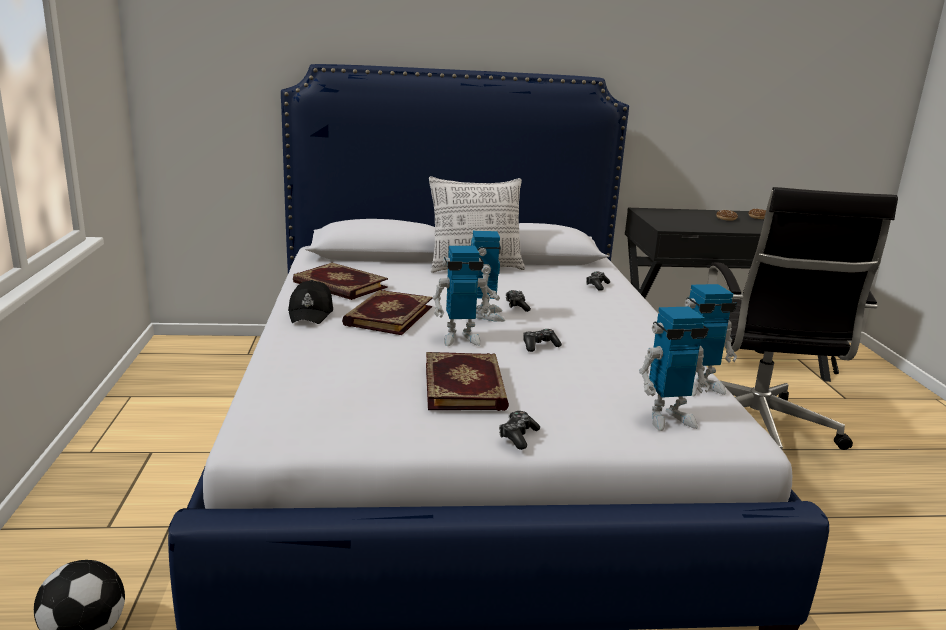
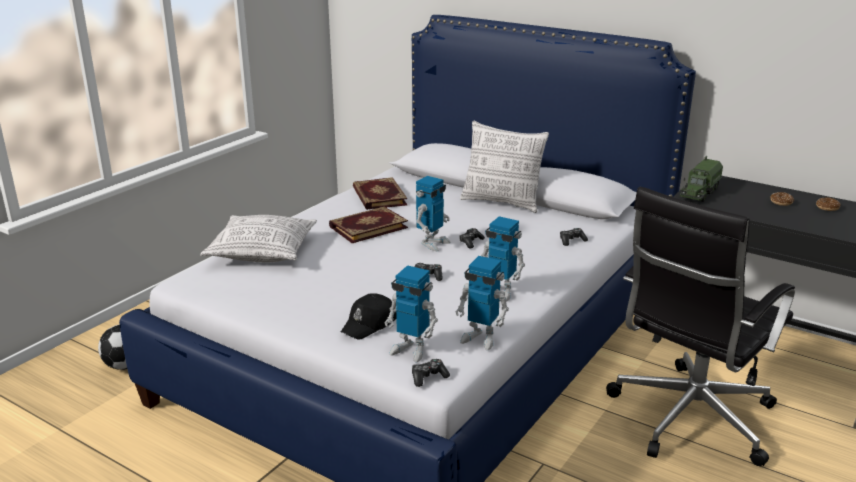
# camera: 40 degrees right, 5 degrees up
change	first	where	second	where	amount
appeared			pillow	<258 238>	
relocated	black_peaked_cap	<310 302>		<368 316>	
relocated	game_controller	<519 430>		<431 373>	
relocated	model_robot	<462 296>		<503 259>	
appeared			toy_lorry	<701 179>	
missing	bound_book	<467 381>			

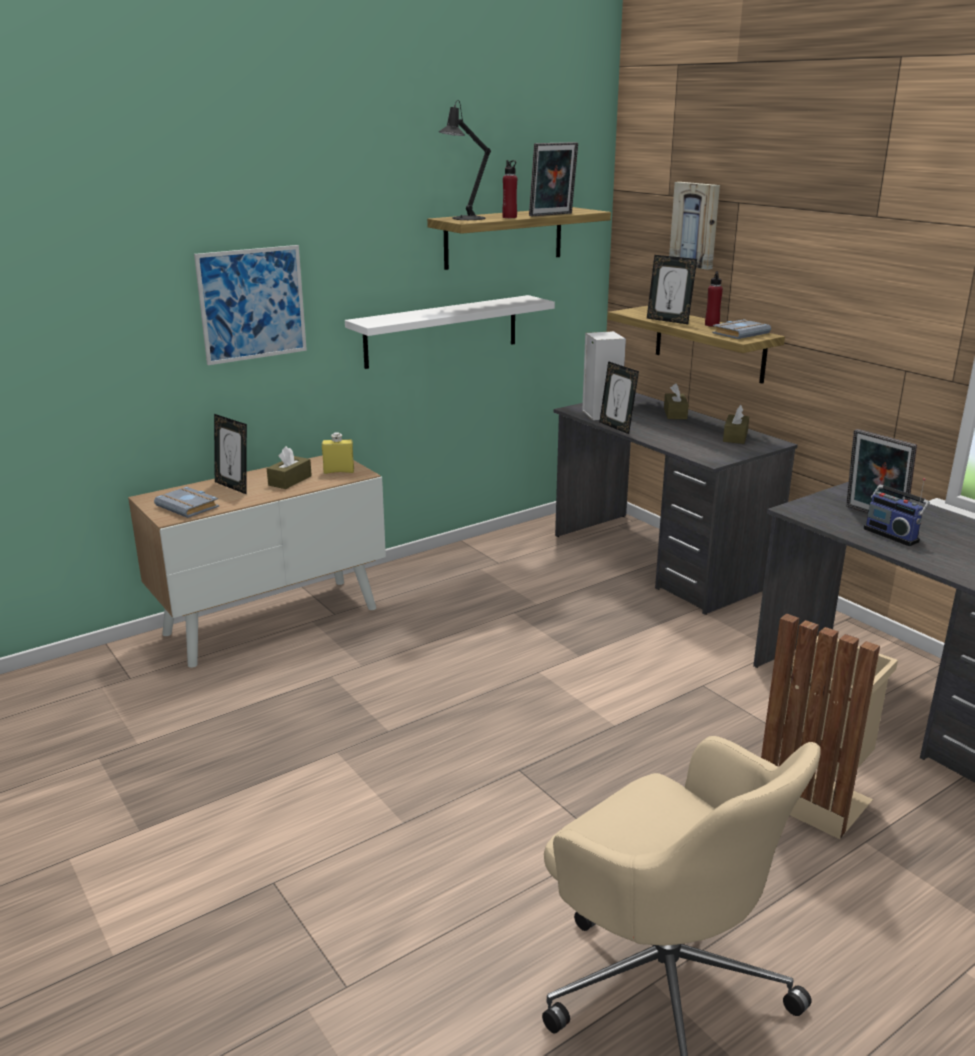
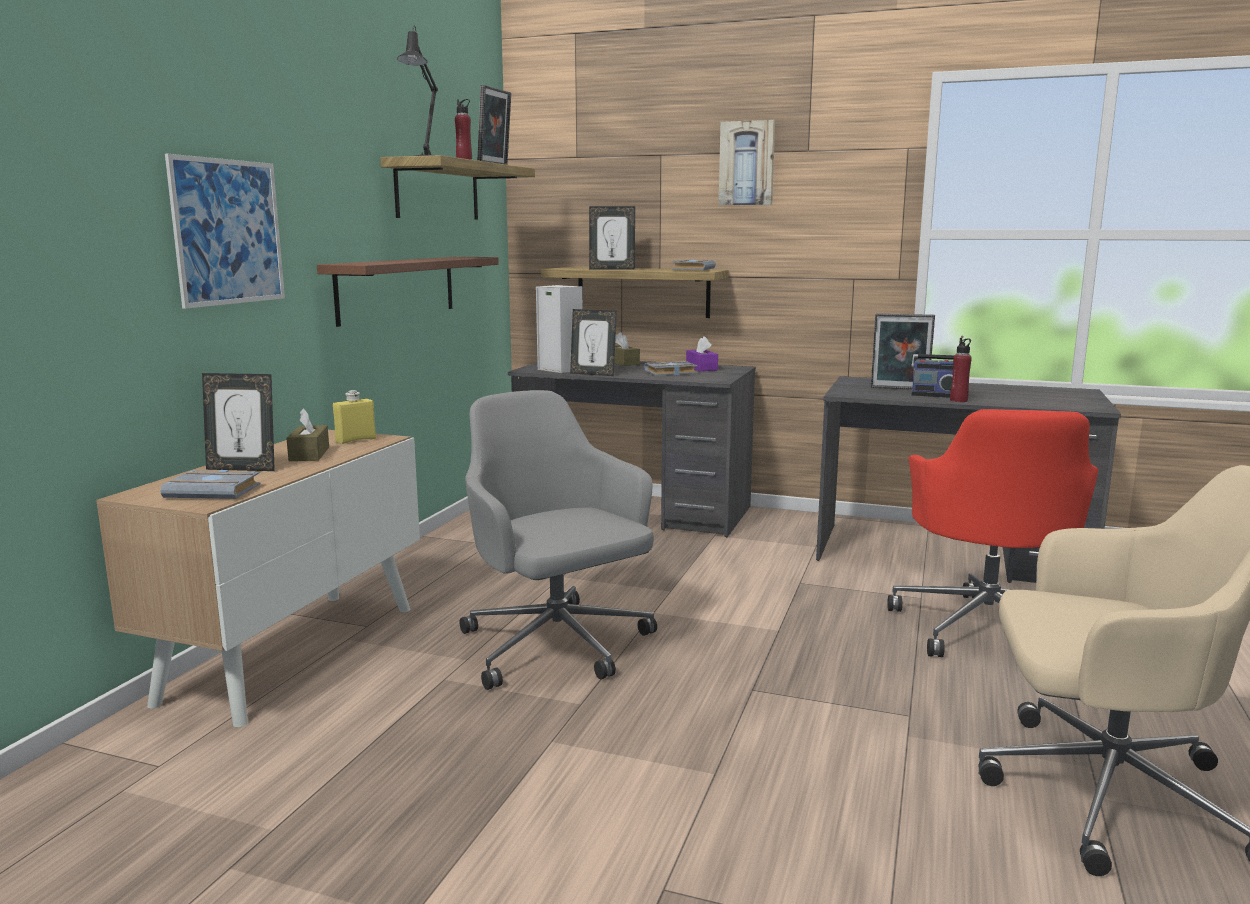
# camera: 35 degrees left, 10 degrees down
change	first	where	second	where	amount
colour	white_shelf	<450 332>	brown-coloured_shelf	<408 292>	
appeared			gray_office_chair	<558 540>	
appeared			gray_bound_book	<671 368>	
colour	brown-coloured_tissue_box	<736 424>	purple_tissue_box	<702 353>	
relocated	picture	<694 226>		<747 162>	
exchanged	beige-coloured_rubbish_bin	<829 726>	reddish_office_chair	<992 533>	
relocated	reddish_drink_bottle	<714 299>		<961 370>	

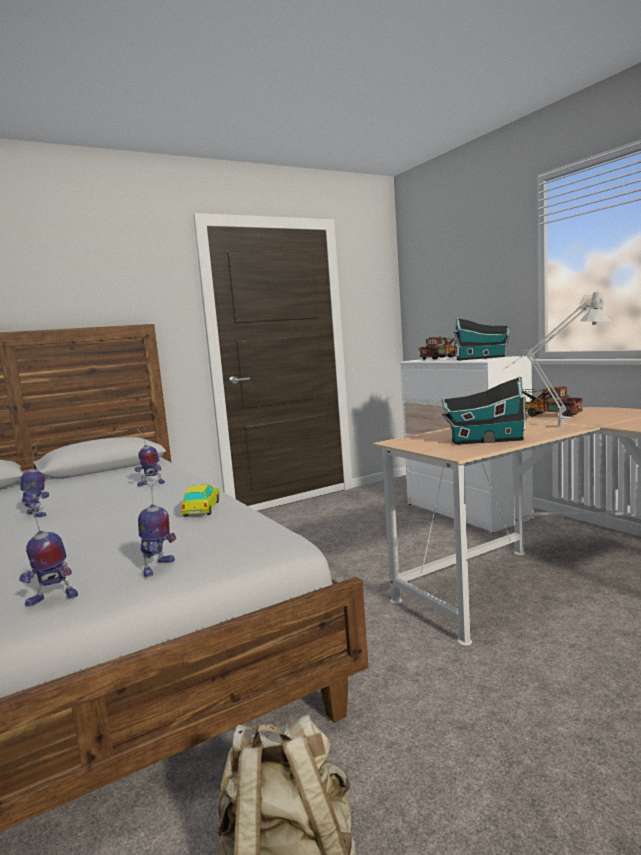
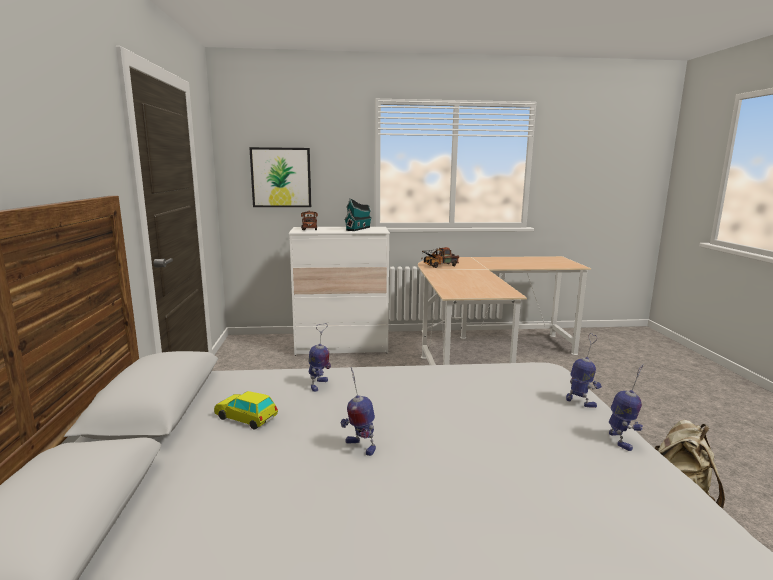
# camera: 65 degrees left, 5 degrees up
change	first	where	second	where	amount
relocated	miniature_car	<200 500>		<246 410>	
appeared			picture	<280 177>	
spun	model_robot	<34 480>		<358 411>	120 degrees counterclockwise
missing	miniature_house	<484 410>			
missing	gray_tabletop_lamp	<556 357>			

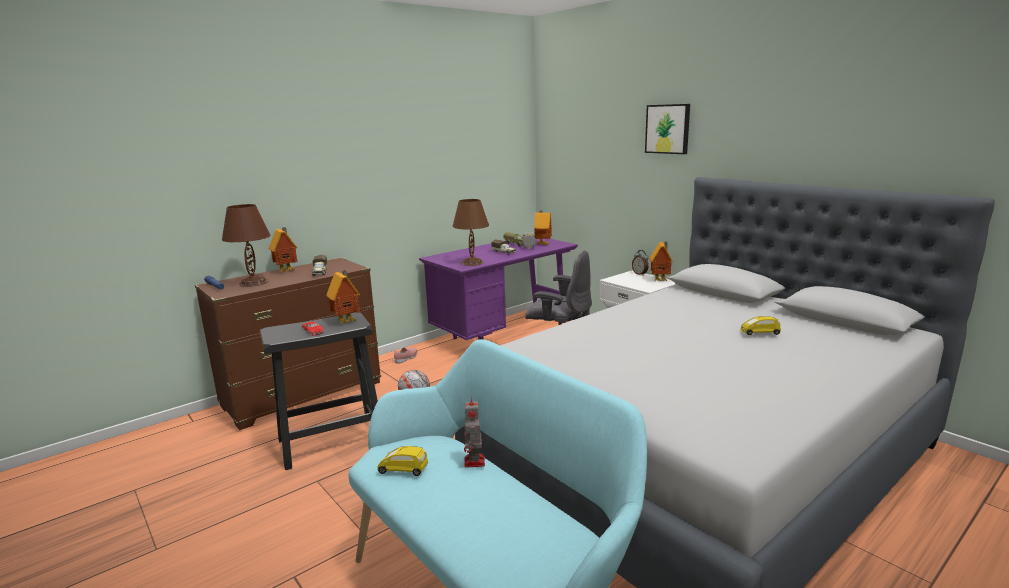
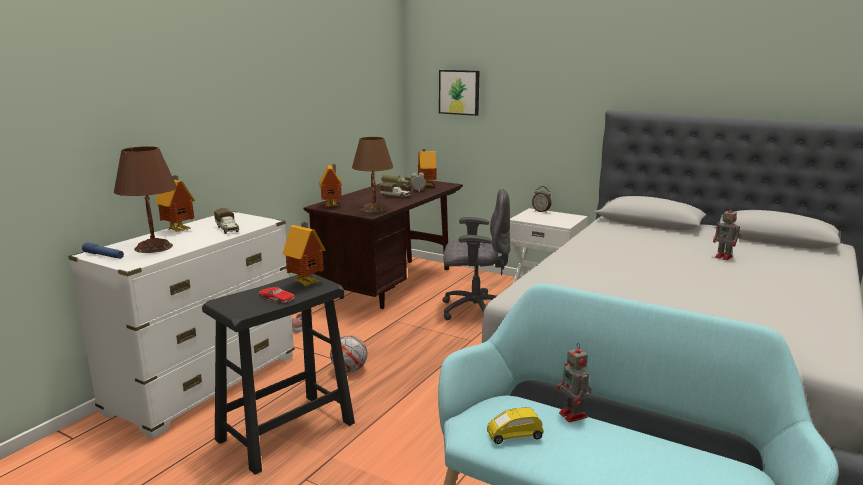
# camera: 20 degrees left, 0 degrees up
change	first	where	second	where	amount
colour	brown-coloured_chest_of_drawers	<288 343>	white_chest_of_drawers	<181 325>	
colour	purple_desk	<498 288>	brown-coloured_desk	<383 243>	
relocated	miniature_house	<661 261>		<330 185>	
relocated	picture	<667 129>		<459 93>	
exchanged	yellow-coloured_miniature_car	<761 325>	model_robot	<727 233>	

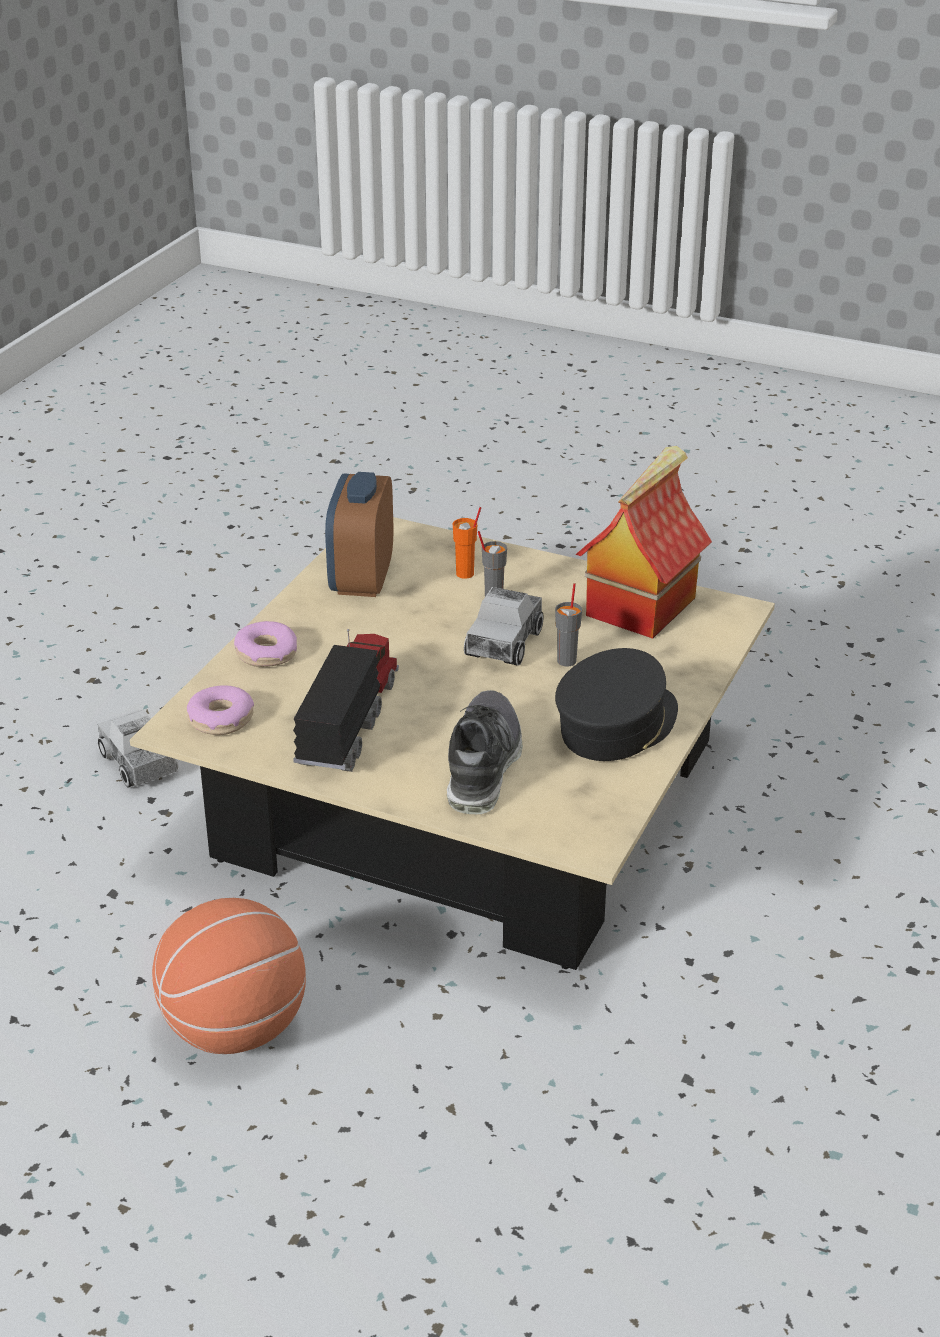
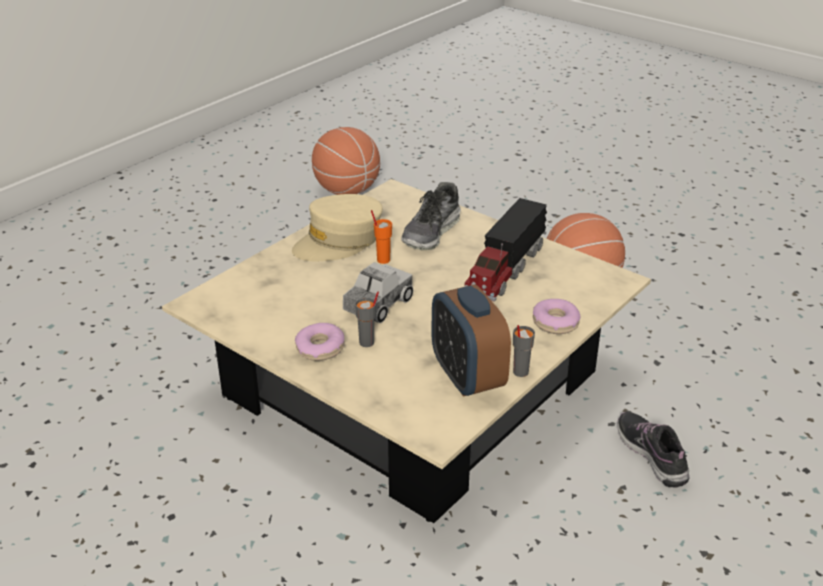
# camera: 165 degrees left, 0 degrees up
change	first	where	second	where	amount
colour	black_peaked_cap	<616 704>	beige-coloured_peaked_cap	<337 227>	
relocated	doughnut	<220 710>		<320 342>	
appeared			basketball	<346 161>	
relocated	orange_cup	<467 543>		<381 237>	
spun	table_clock	<359 534>		<471 341>	135 degrees clockwise
relocated	gray_cup	<568 624>		<524 351>	
exchanged	toy_lorry	<137 749>	shoe	<653 450>	
missing	miniature_house	<643 542>			

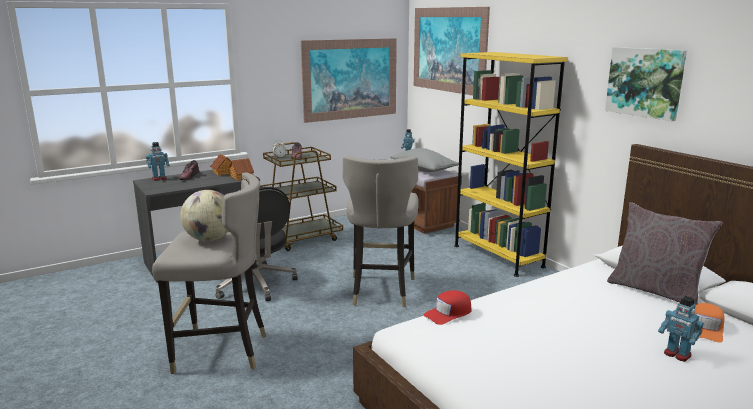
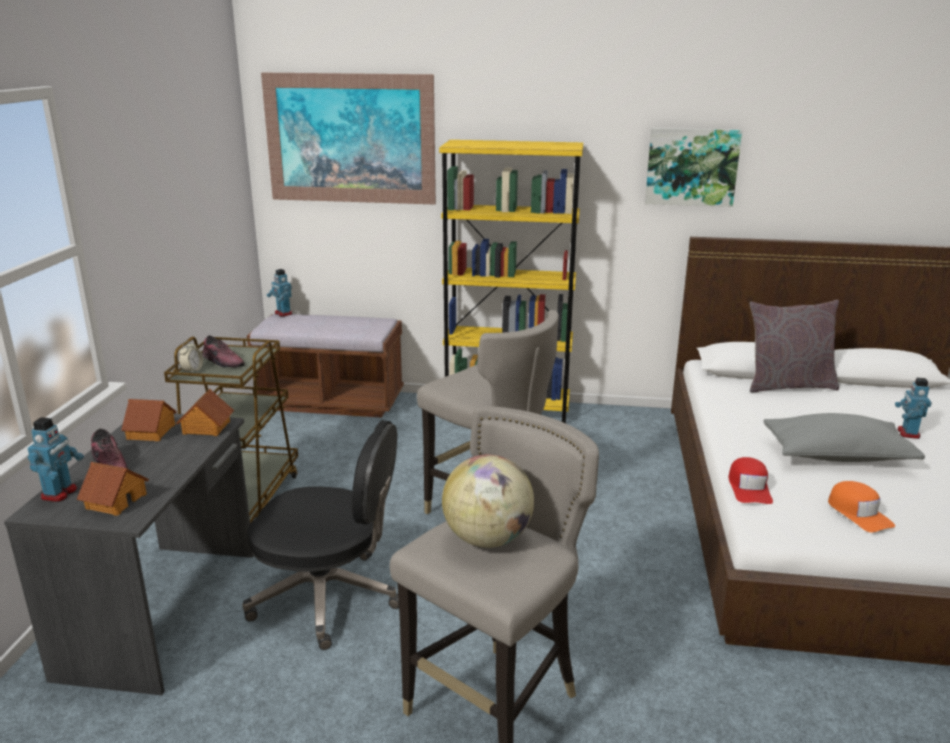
# camera: 50 degrees left, 5 degrees up
change	first	where	second	where	amount
appeared			miniature_house	<113 489>	
relocated	gray_pillow	<424 160>		<844 437>	
relocated	orange_peaked_cap	<710 323>		<861 506>	
spun	model_robot	<681 329>		<913 408>	105 degrees clockwise
missing	picture	<349 80>			

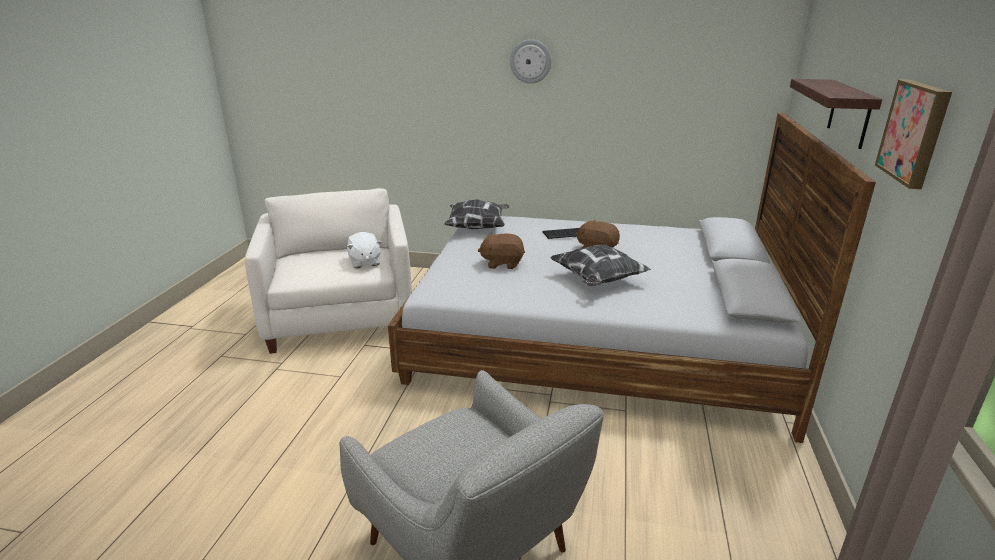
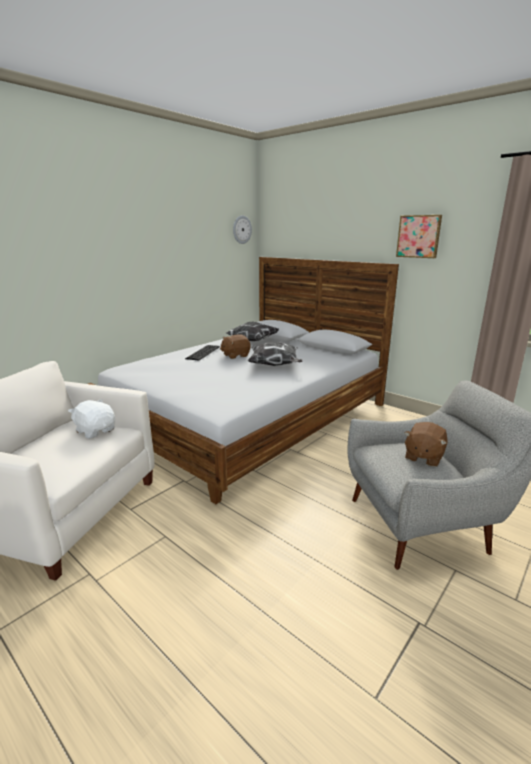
# camera: 60 degrees left, 5 degrees down
change	first	where	second	where	amount
spun	white_cuddly_toy	<364 250>		<91 419>	150 degrees counterclockwise
relocated	pillow	<476 214>		<252 331>	
relocated	clock_on_the_wall	<530 61>		<242 229>	
relocated	brown-coloured_cuddly_toy	<501 251>		<426 444>	
missing	shelf	<836 114>			

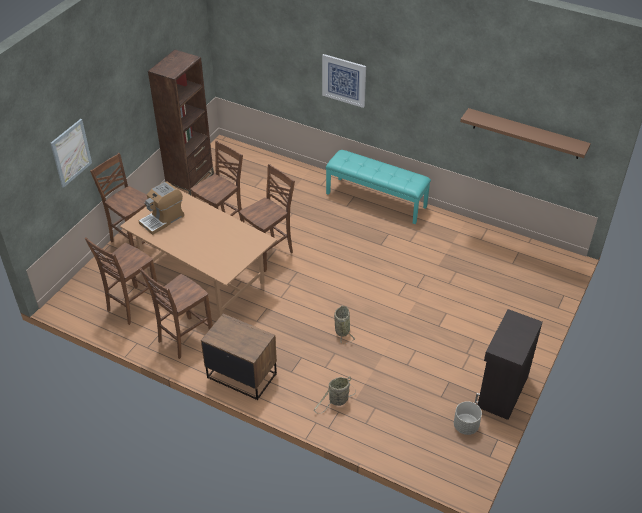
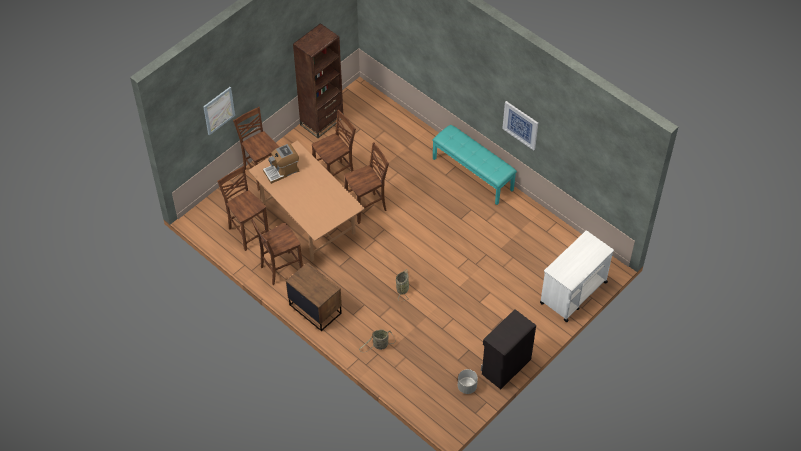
# camera: 15 degrees right, 10 degrees up
change	first	where	second	where	amount
spun	brown-coloured_upright_chair	<122 281>		<243 208>	90 degrees clockwise
relocated	picture	<344 81>		<520 125>	
appeared			white_trolley	<577 276>	
missing	brown-coloured_shelf	<525 133>			

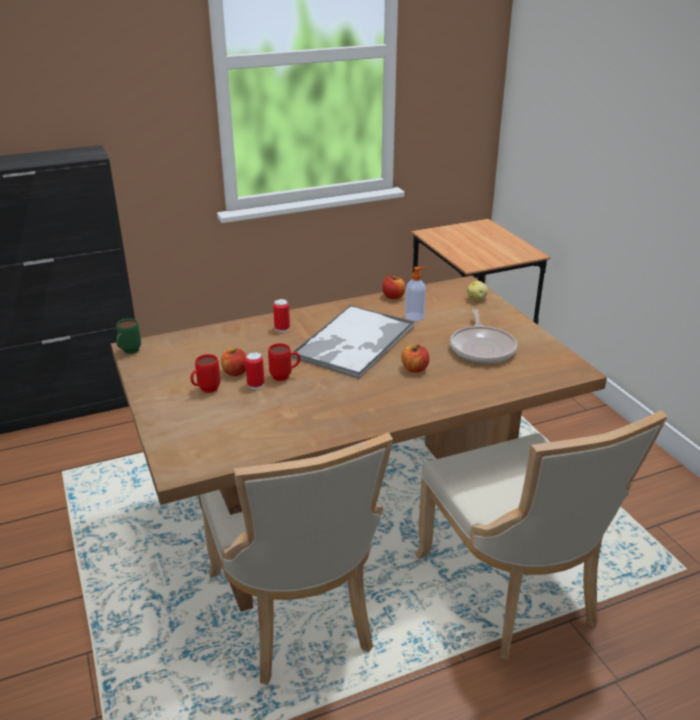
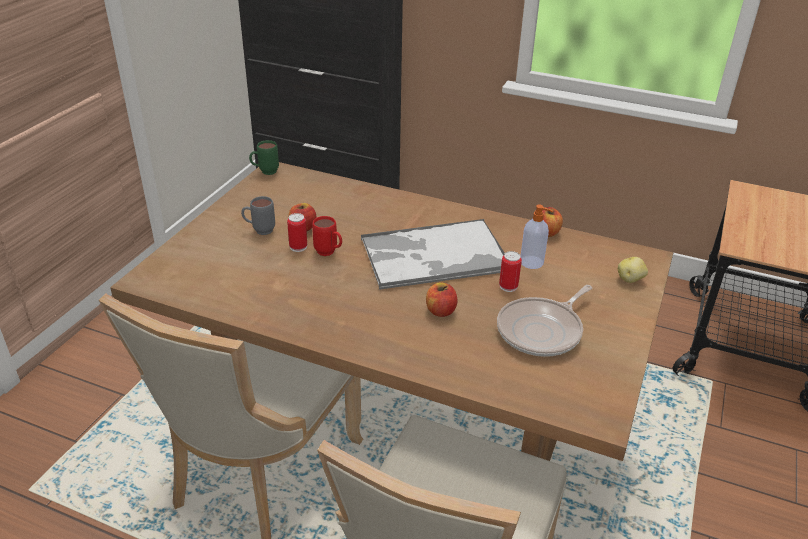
# camera: 45 degrees right, 5 degrees up
change	first	where	second	where	amount
colour	reddish_tea_mug	<205 373>	gray_tea_mug	<258 215>	
relocated	can	<281 315>		<510 271>	

